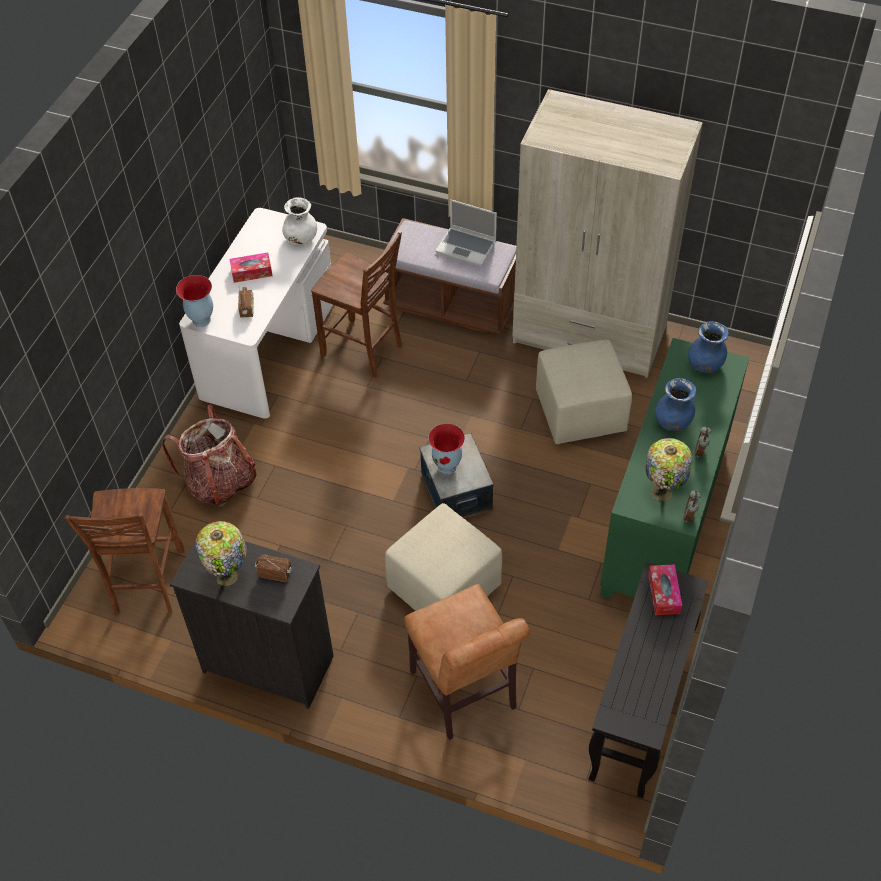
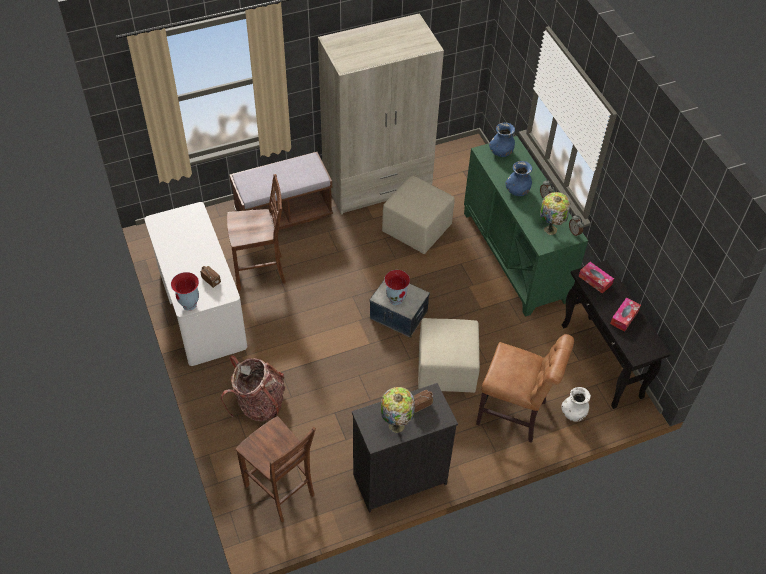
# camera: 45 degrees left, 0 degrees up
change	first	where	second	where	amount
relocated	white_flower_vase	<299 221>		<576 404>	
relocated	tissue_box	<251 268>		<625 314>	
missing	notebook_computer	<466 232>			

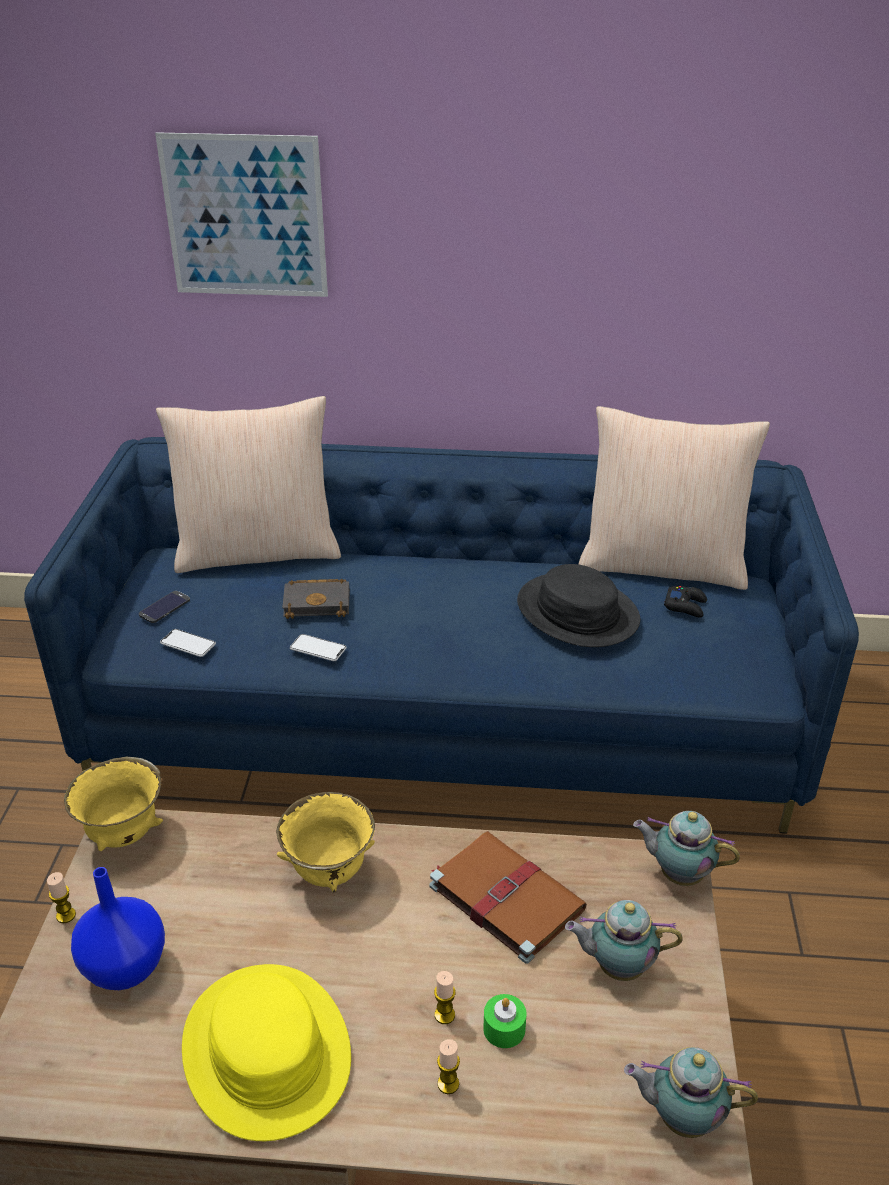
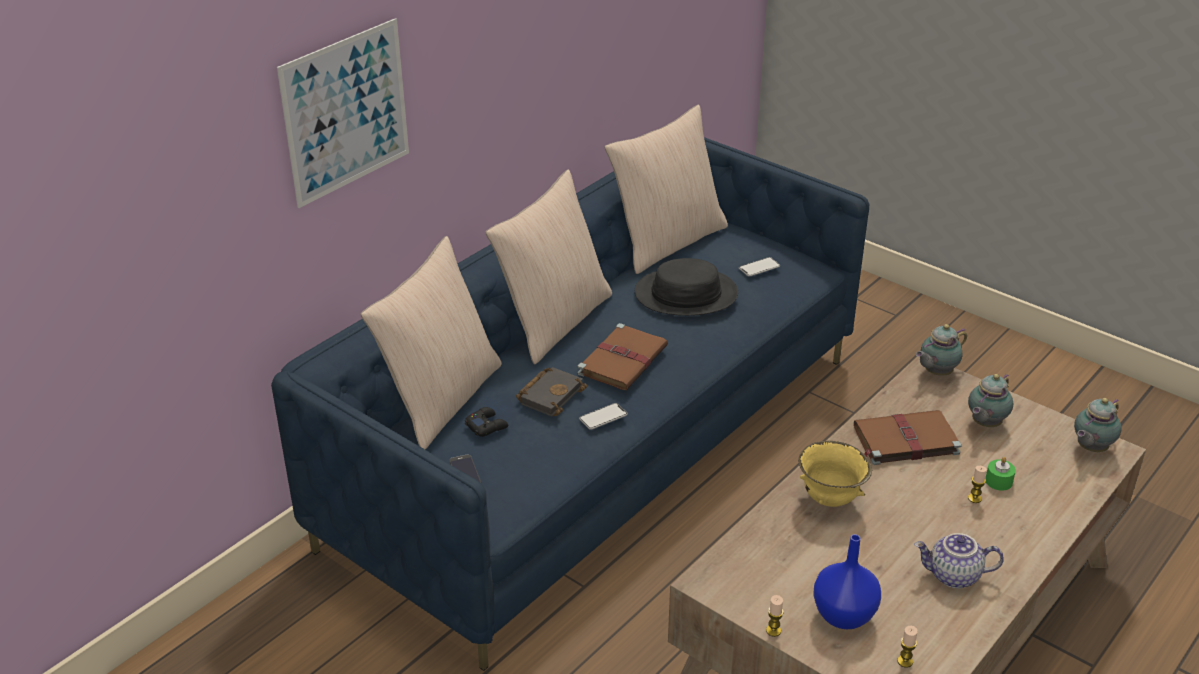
# camera: 55 degrees left, 0 degrees up
change	first	where	second	where	amount
relocated	black_game_controller	<685 602>		<486 422>	
appeared			beige-coloured_pillow	<548 266>	
appeared			brown-coloured_bound_book	<622 356>	
relocated	phone	<188 643>		<759 267>	
relocated	wax_candle	<448 1066>		<907 647>	
exchanged	yellow-coloured_clothing_hat	<266 1052>	teapot	<959 560>	
missing	yellow-coloured_serving_bowl	<113 804>			

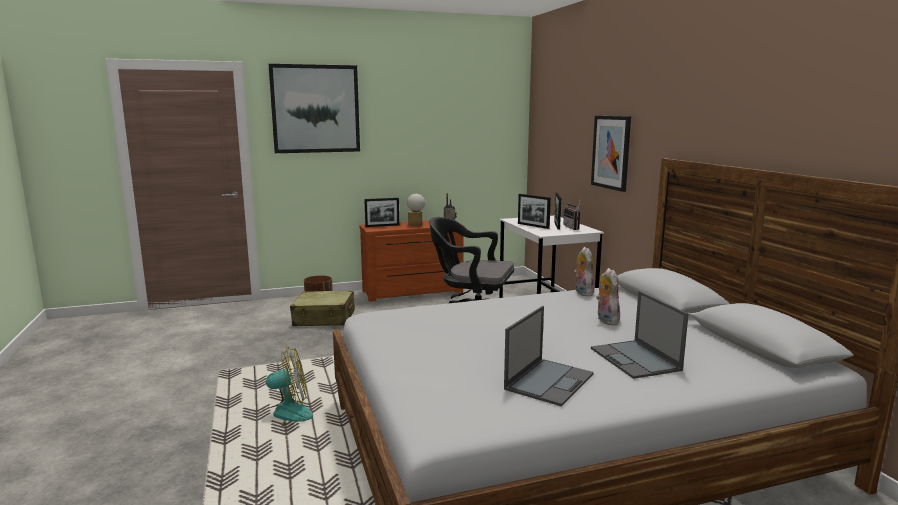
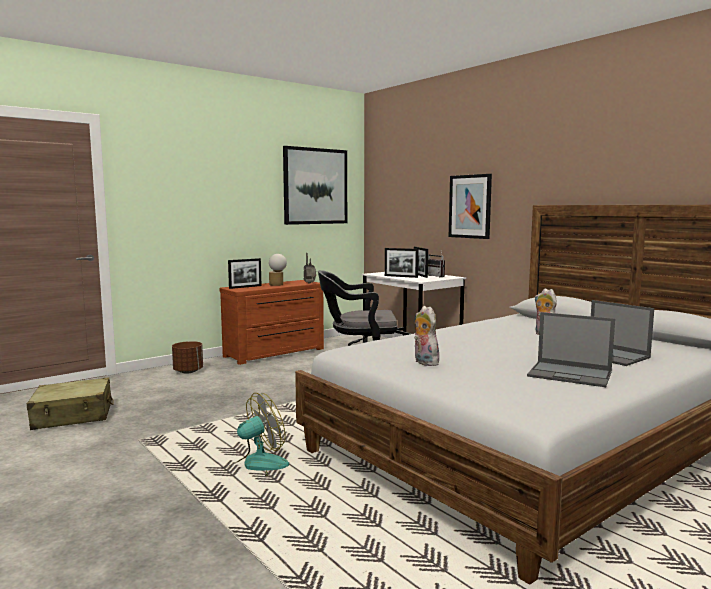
# camera: 20 degrees left, 5 degrees down
change	first	where	second	where	amount
relocated	beige-coloured_suitcase	<322 308>		<70 403>	
relocated	picture	<314 108>		<315 185>	
relocated	cuddly_toy	<584 271>		<426 336>	
spun	notebook_computer	<549 356>		<571 349>	105 degrees clockwise

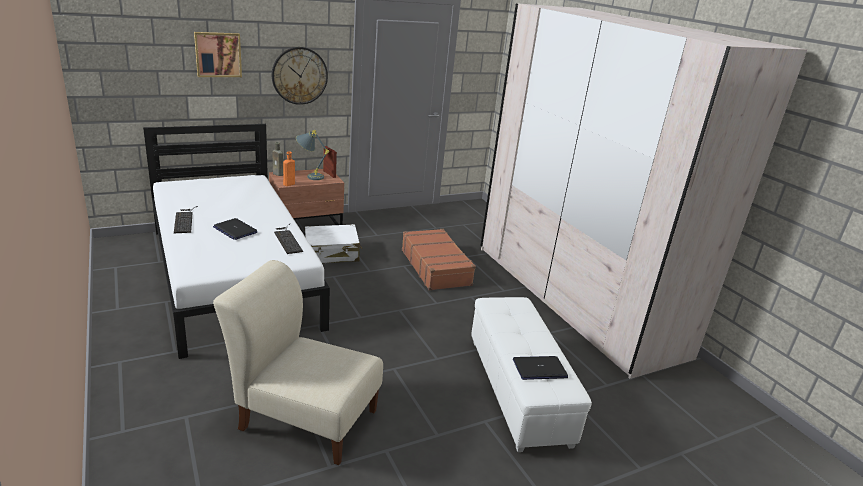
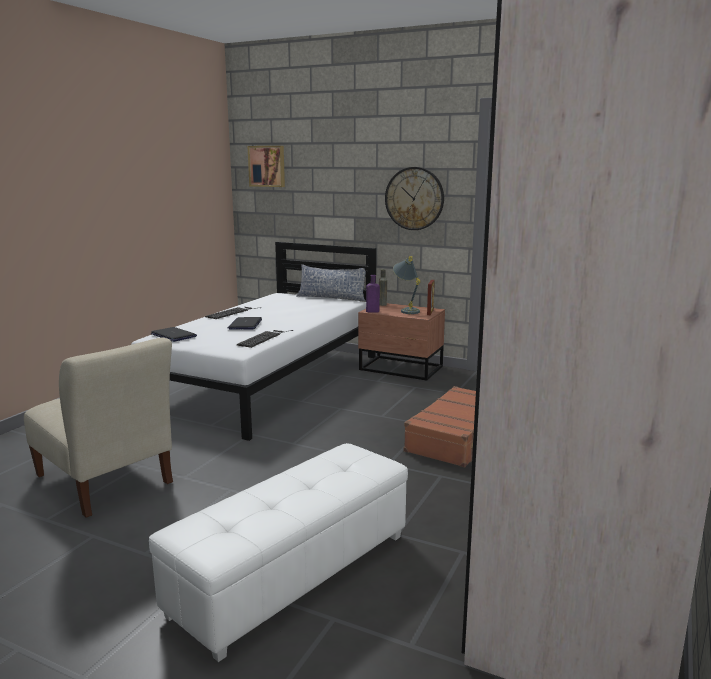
# camera: 55 degrees right, 10 degrees down
change	first	where	second	where	amount
spun	beige-coloured_upright_chair	<298 362>		<98 427>	150 degrees clockwise
relocated	notebook_computer	<540 368>		<174 334>	
relocated	picture	<218 54>		<266 166>	
appeared			pillow	<331 282>	
colour	orange_drink_bottle	<289 169>	purple_drink_bottle	<373 294>	
missing	white_suitcase	<333 243>			

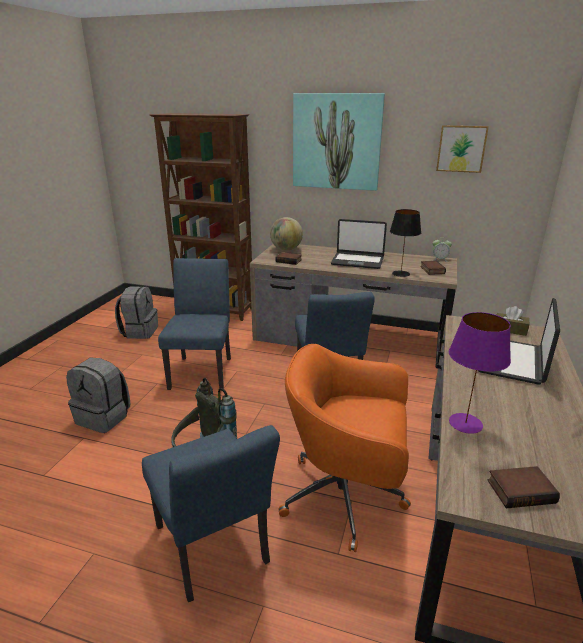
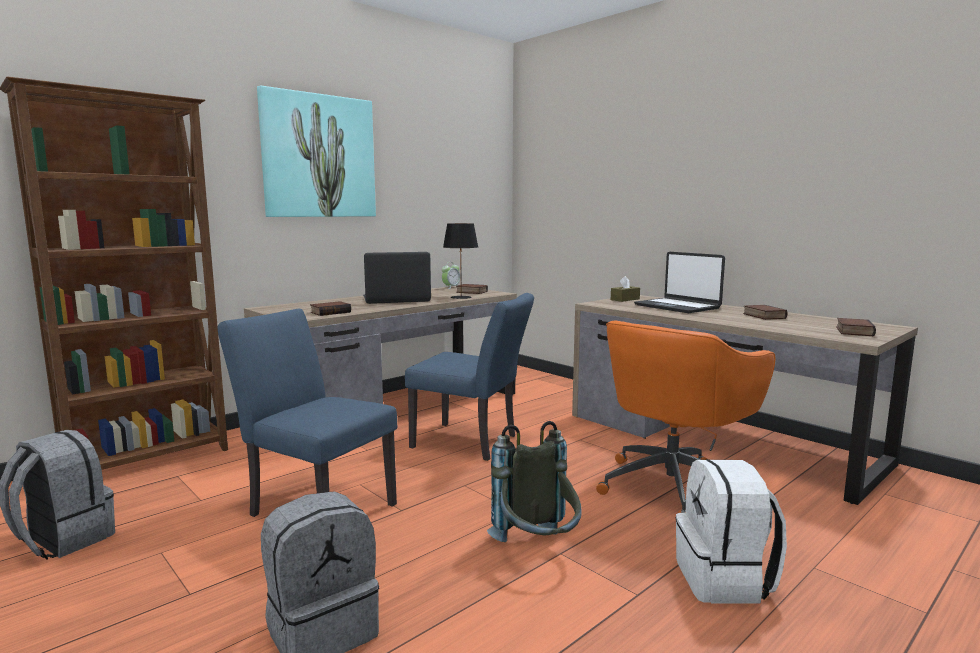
# camera: 60 degrees left, 15 degrees down
change	first	where	second	where	amount
spun	notebook_computer	<359 244>		<397 278>	150 degrees counterclockwise
exchanged	blue-coloured_upright_chair	<211 513>	white_knapsack	<731 531>	
appeared			bound_book	<765 312>	
missing	world_globe	<286 234>			
missing	picture	<462 149>			
missing	purple_tabletop_lamp	<480 373>			

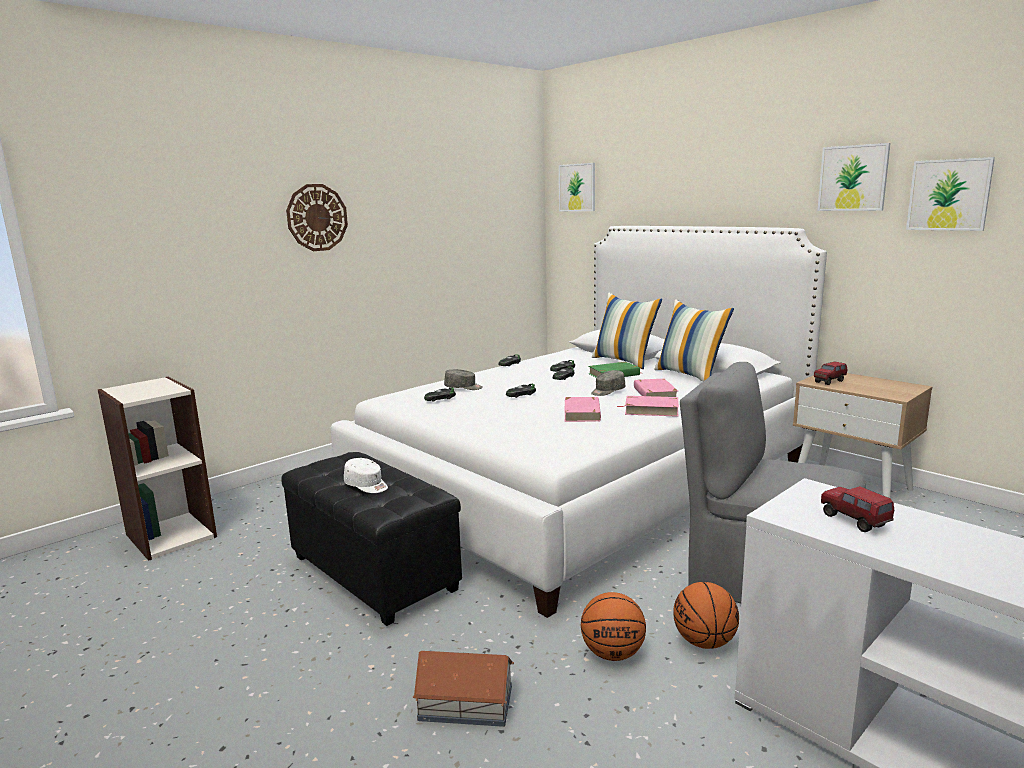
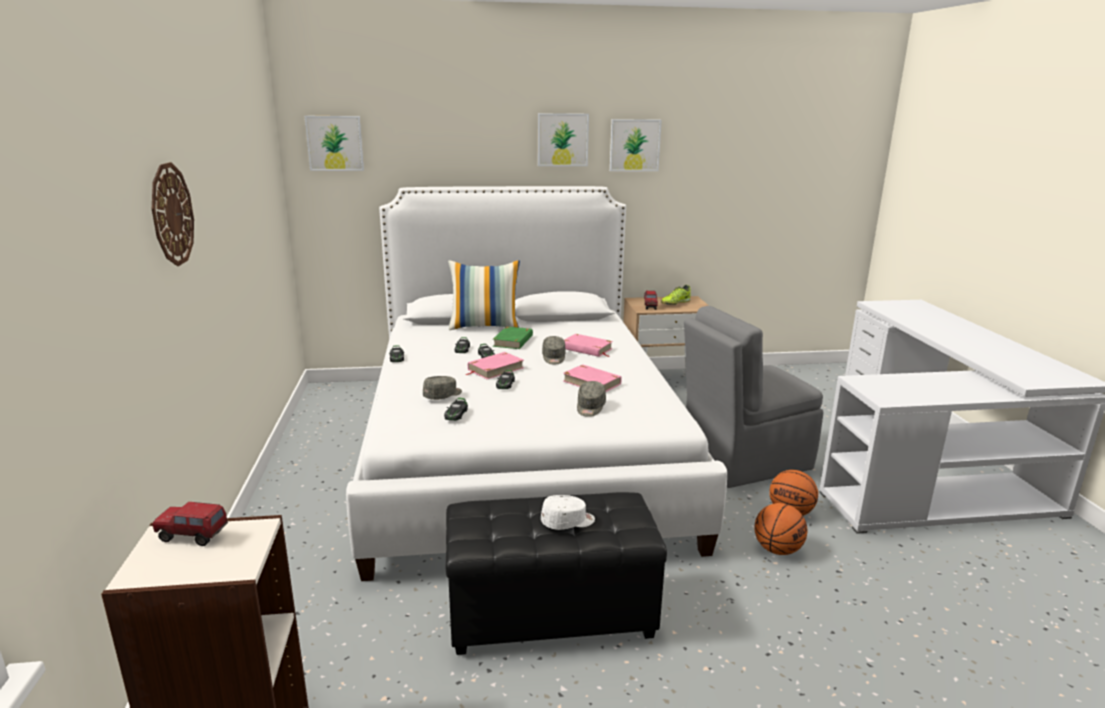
# camera: 55 degrees left, 5 degrees up
change	first	where	second	where	amount
relocated	toy_lorry	<857 509>		<190 524>	
relocated	pink_bound_book	<648 406>		<495 365>	
relocated	picture	<950 194>		<563 139>	
appeared			gray_peaked_cap	<591 399>	
appeared			shoe	<676 295>	
missing	miniature_house	<463 689>			
missing	pillow	<694 340>			

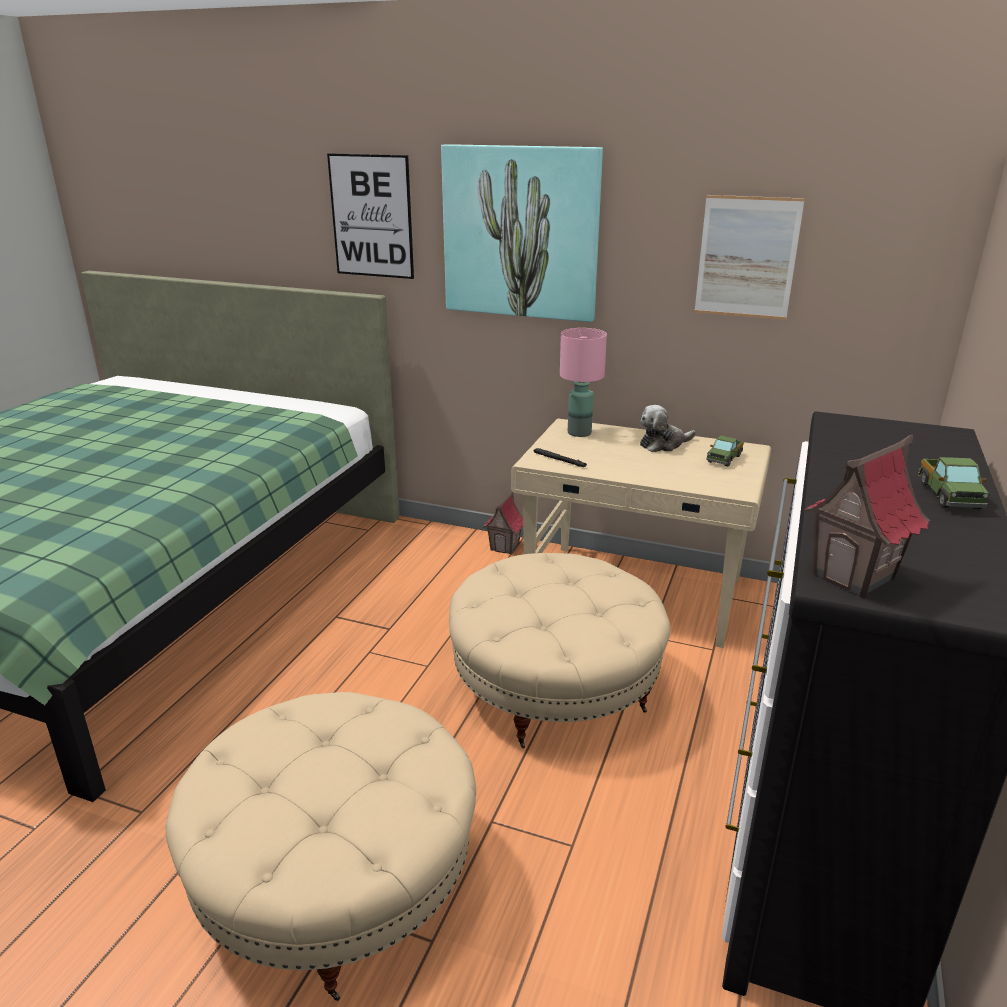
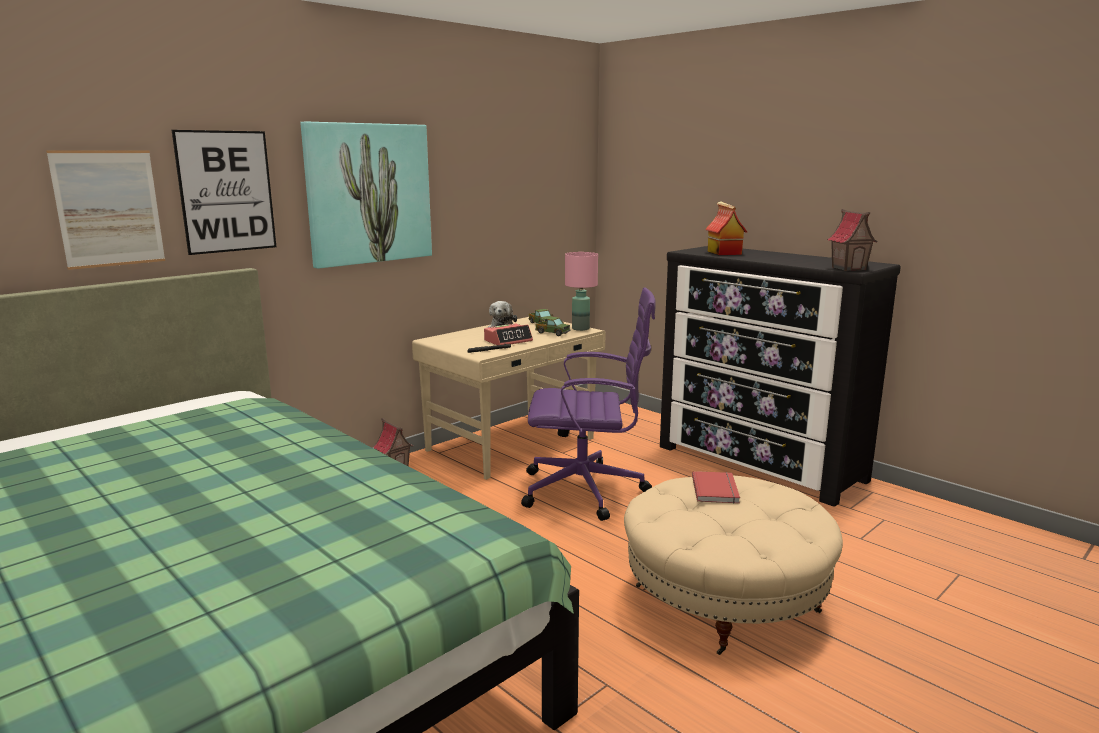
# camera: 65 degrees left, 10 degrees down
change	first	where	second	where	amount
relocated	picture	<749 257>		<105 210>	
appeared			table_clock	<508 334>	
exchanged	beige-coloured_ottoman	<560 650>	purple_office_chair	<588 404>	
relocated	toy_lorry	<954 483>		<552 326>	
relocated	pink_tabletop_lamp	<583 382>		<581 291>	
appeared			reddish_bound_book	<716 487>	
appeared			miniature_house	<726 228>	

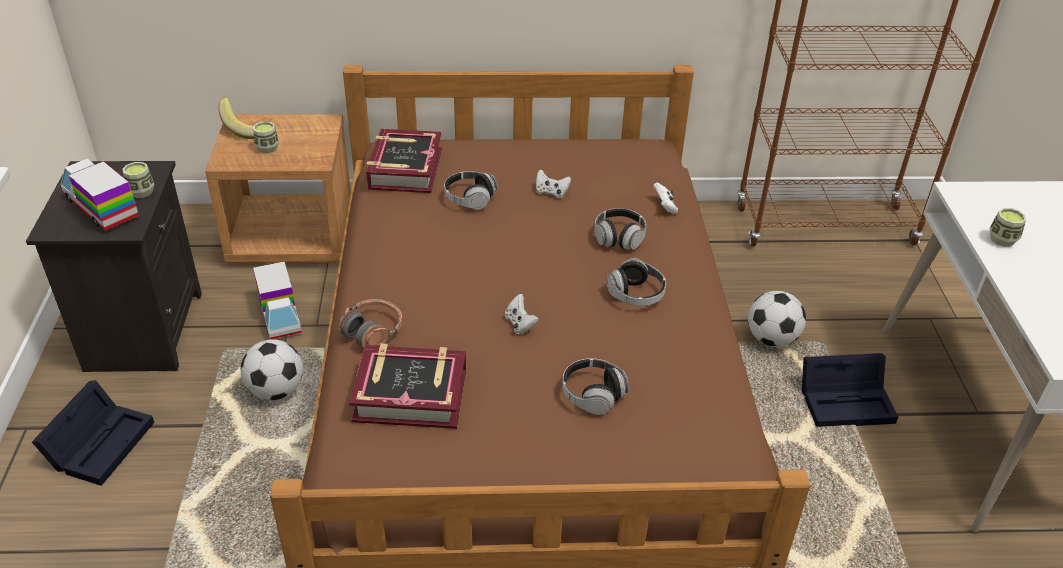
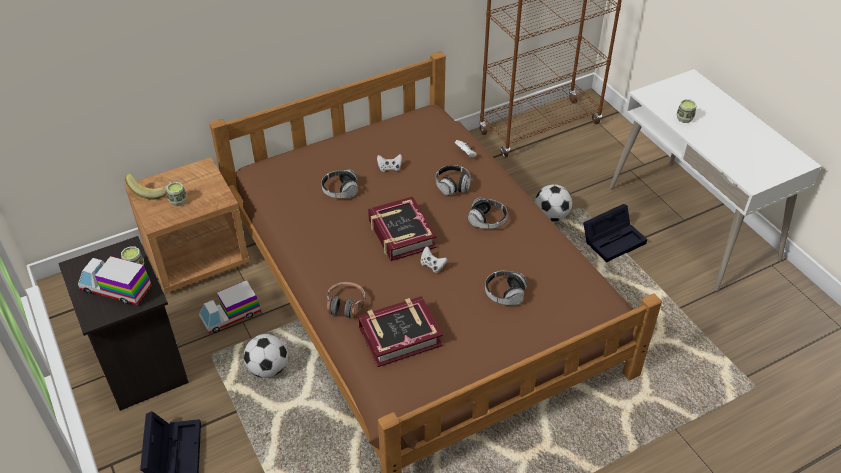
# camera: 25 degrees left, 5 degrees up
change	first	where	second	where	amount
spun	toy_lorry	<277 300>		<230 306>	105 degrees clockwise
relocated	bound_book	<404 161>		<402 229>	

